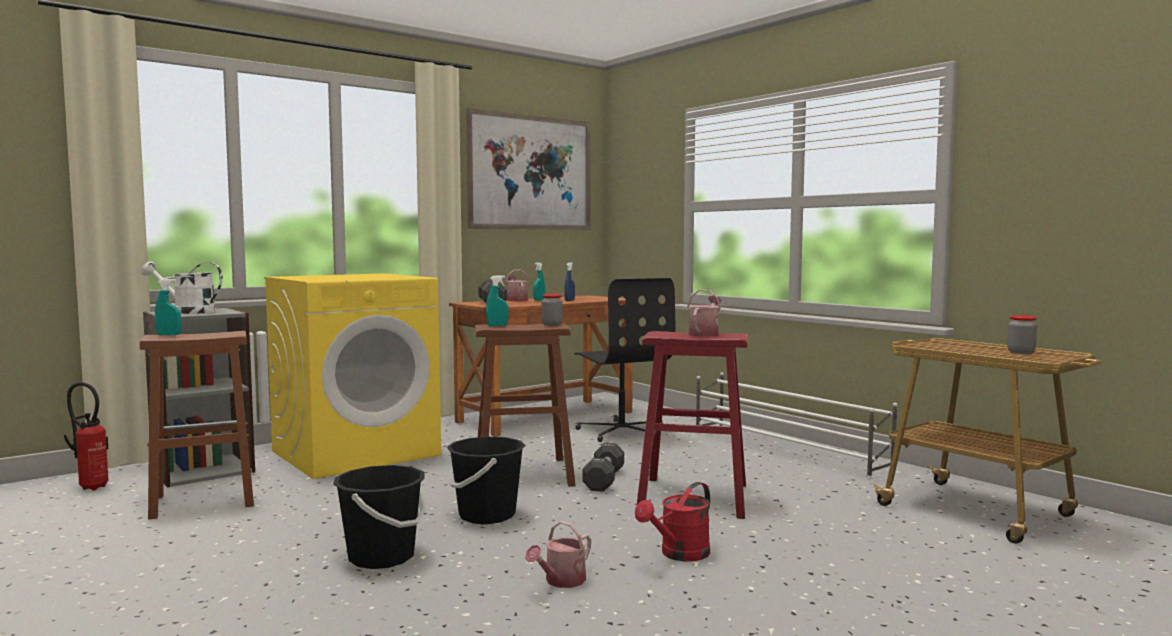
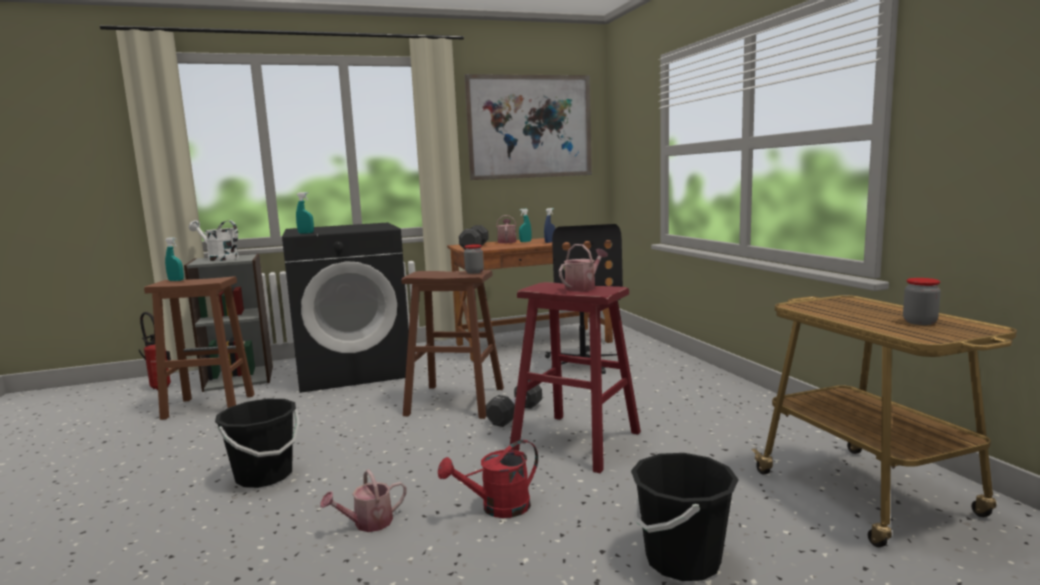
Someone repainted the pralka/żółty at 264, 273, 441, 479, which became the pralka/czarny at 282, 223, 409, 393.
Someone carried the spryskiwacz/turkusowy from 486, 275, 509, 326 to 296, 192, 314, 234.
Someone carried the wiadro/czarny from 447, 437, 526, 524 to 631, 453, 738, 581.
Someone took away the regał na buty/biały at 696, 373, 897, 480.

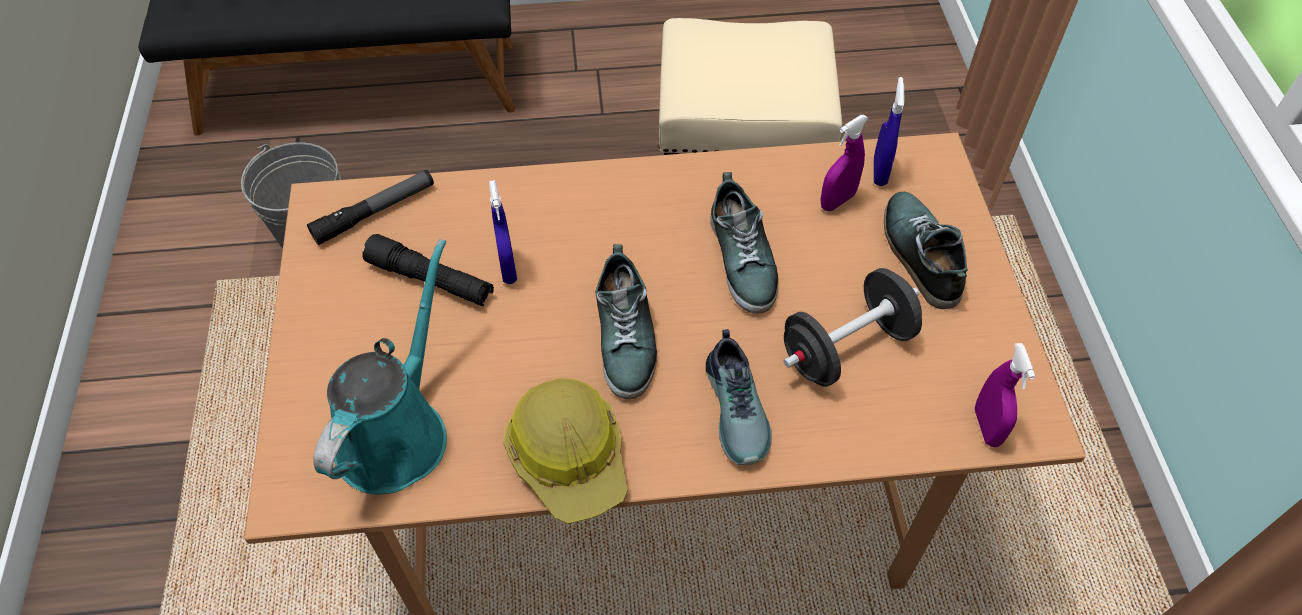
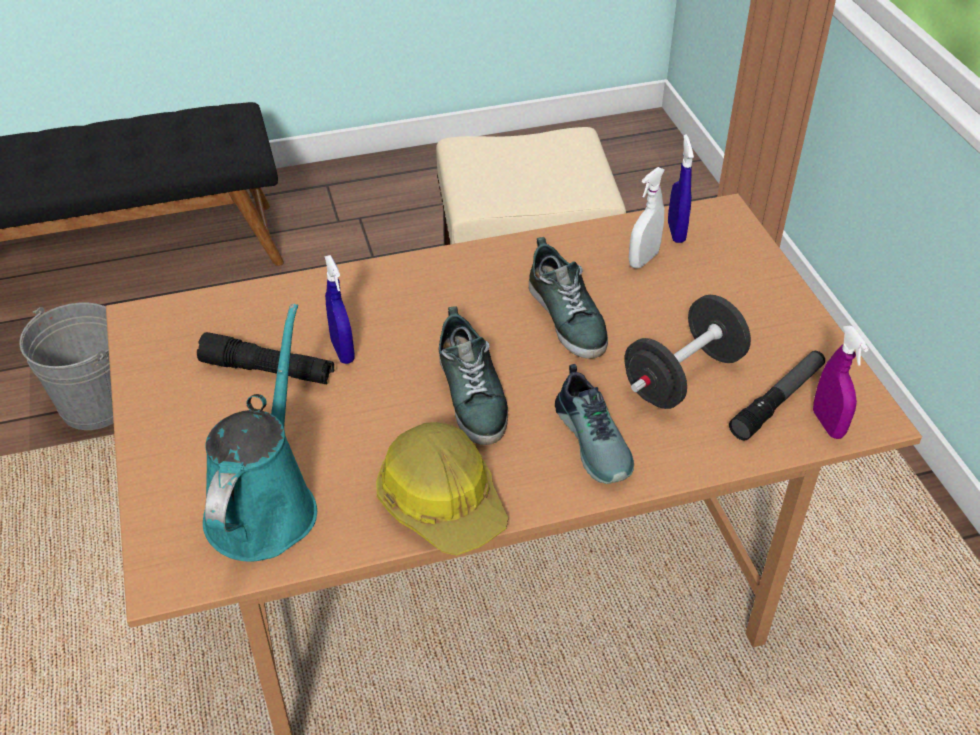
Someone repainted the spryskiwacz/fioletowy at 821, 115, 868, 211, which became the spryskiwacz/biały at 629, 167, 665, 269.
Someone carried the latarka from 307, 170, 434, 245 to 729, 351, 825, 440.
Someone took away the but at 884, 192, 968, 309.

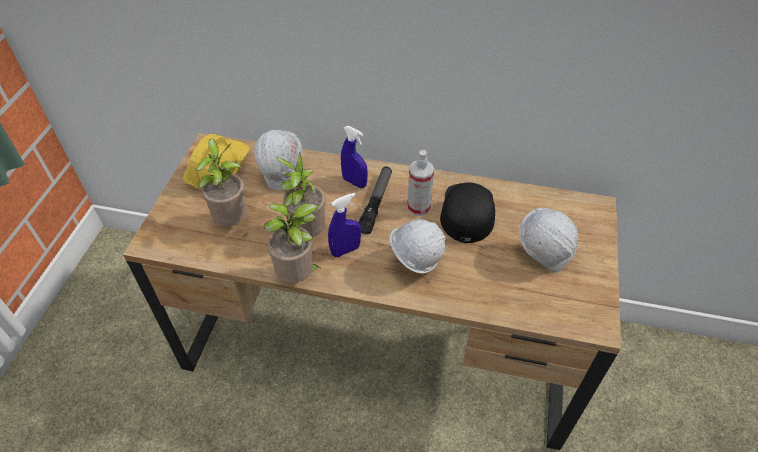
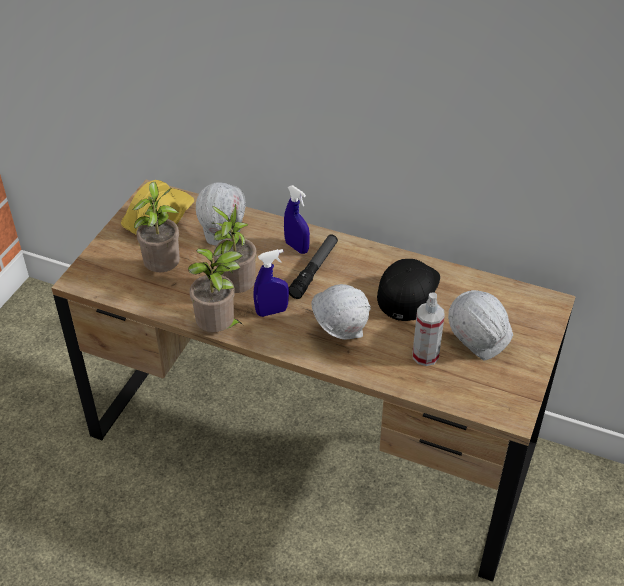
Someone carried the spryskiwacz from 407, 150, 434, 216 to 413, 292, 445, 366.

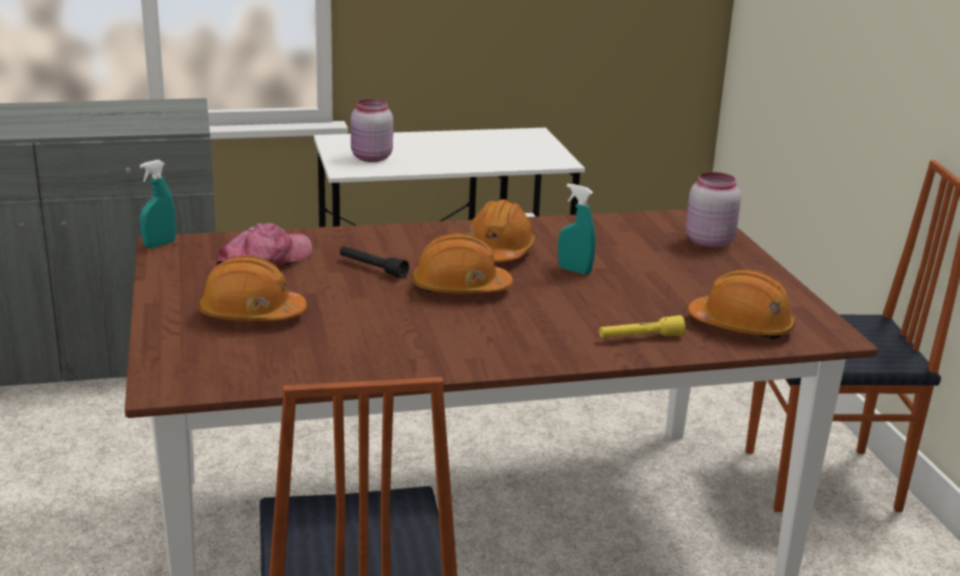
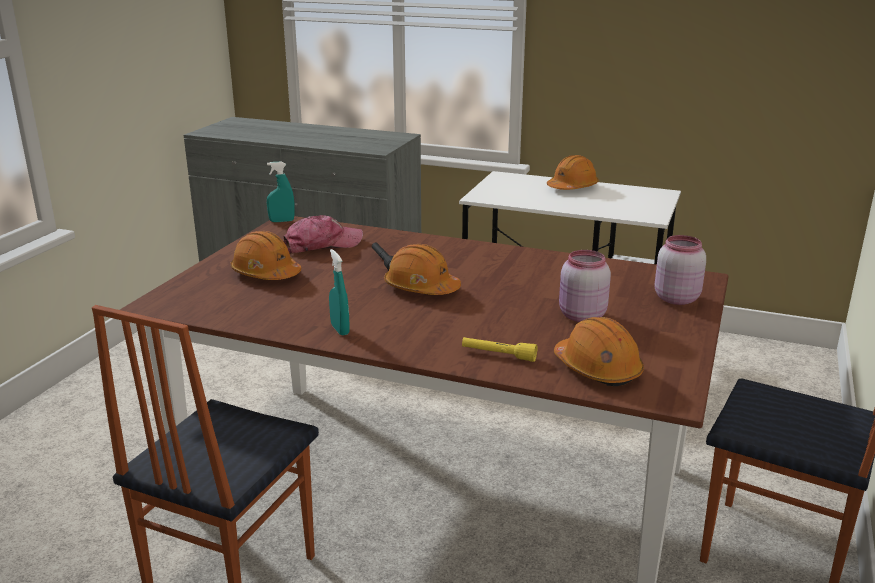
Someone carried the spryskiwacz/turkusowy from 558, 184, 596, 275 to 329, 249, 350, 336.
Someone carried the kask/pomarańczowy from 467, 199, 535, 262 to 547, 155, 599, 190.
Someone carried the słoik/różowy from 351, 99, 393, 162 to 559, 250, 611, 322.

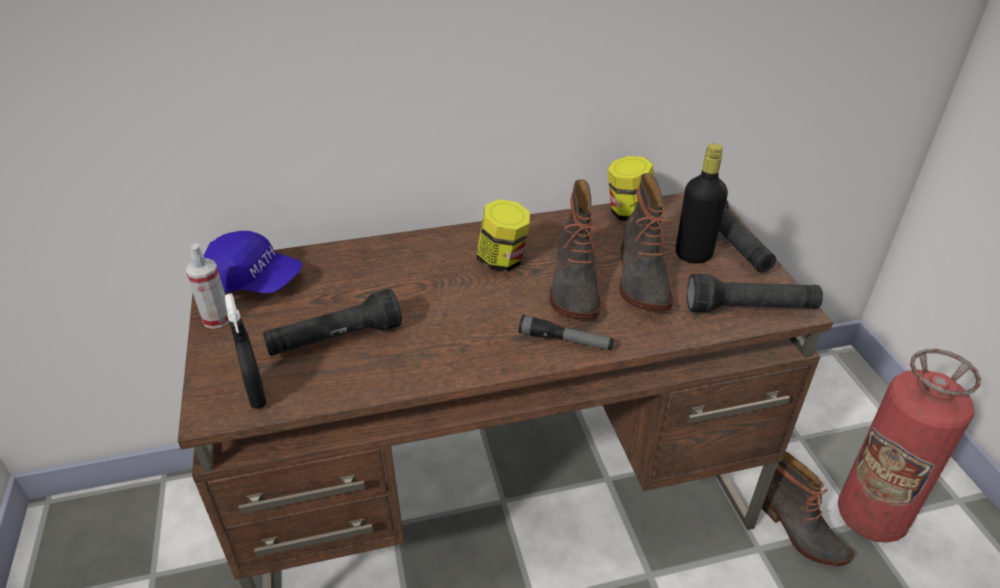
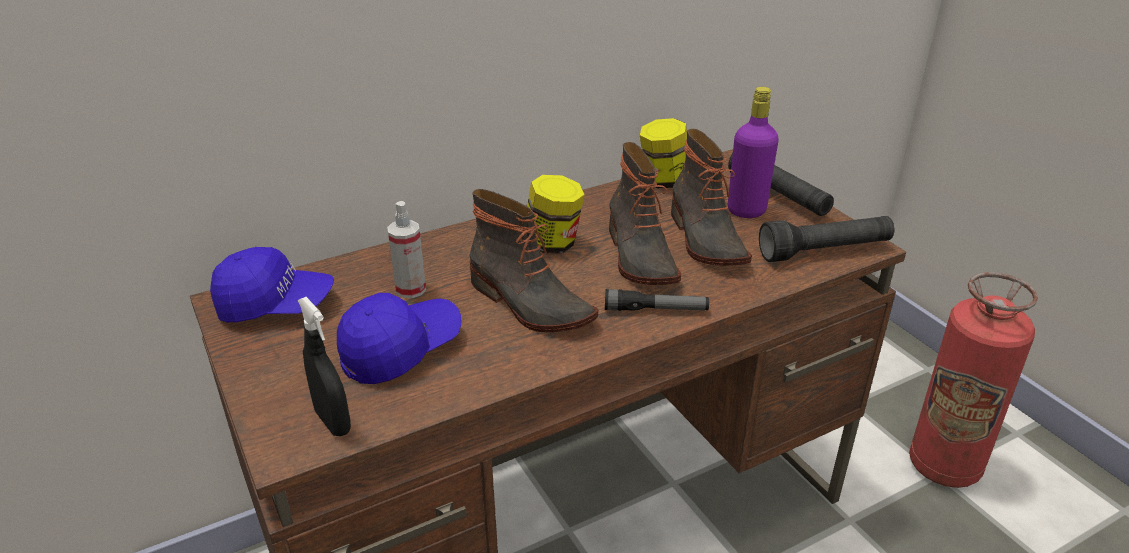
Someone swapped the latarka/czarny at 263, 288, 402, 356 for the czapka z daszkiem/niebieski at 337, 293, 461, 384.
Someone carried the spryskiwacz from 185, 244, 229, 329 to 387, 201, 426, 298.
Someone carried the but z cholewką from 762, 451, 855, 566 to 469, 189, 598, 333.
Someone repainted the butelka/czarny at 676, 144, 728, 263, which became the butelka/fioletowy at 728, 87, 779, 218.

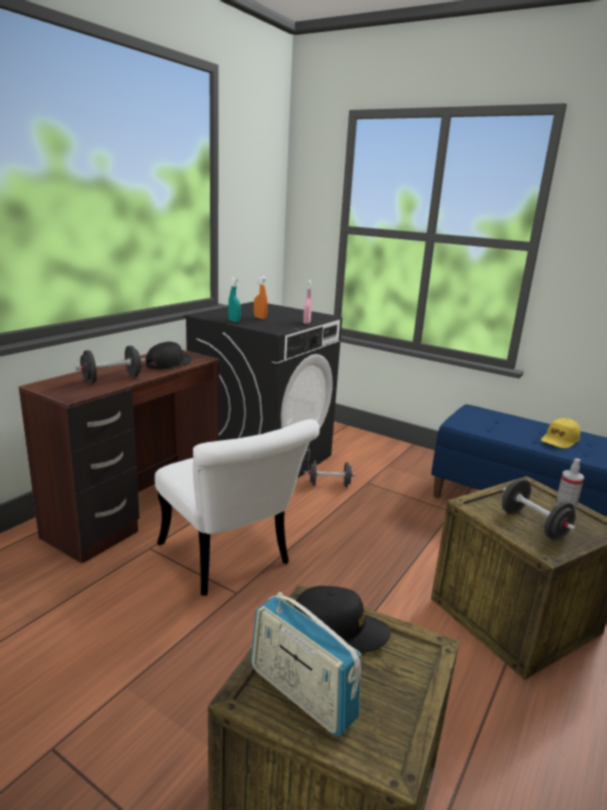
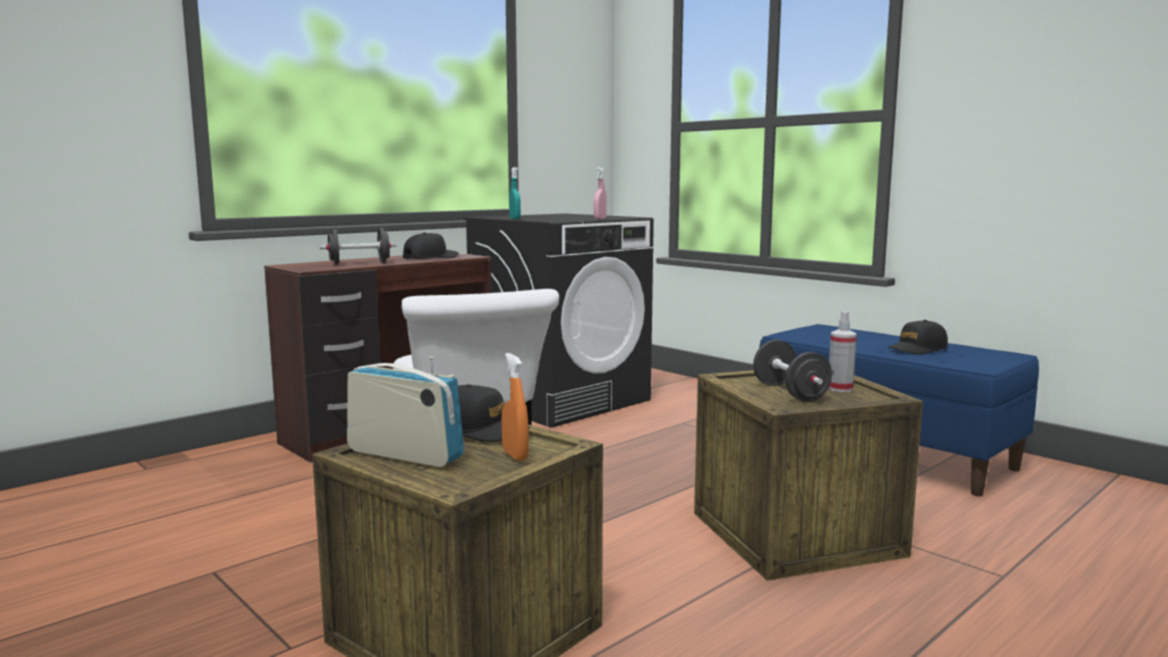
Someone rotated the radio at 251, 592, 361, 737 by 150 degrees clockwise.
Someone carried the spryskiwacz/pomarańczowy from 254, 275, 268, 320 to 502, 353, 529, 461.
Someone repainted the czapka z daszkiem/żółty at 541, 418, 580, 448, which became the czapka z daszkiem/czarny at 888, 320, 948, 355.
Someone took away the hantel/czarny at 304, 461, 357, 487.

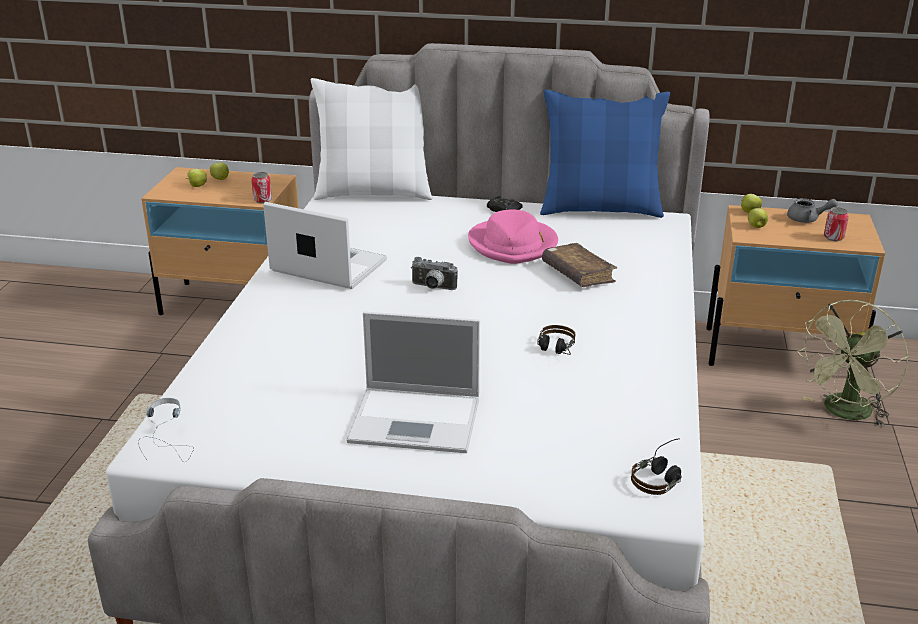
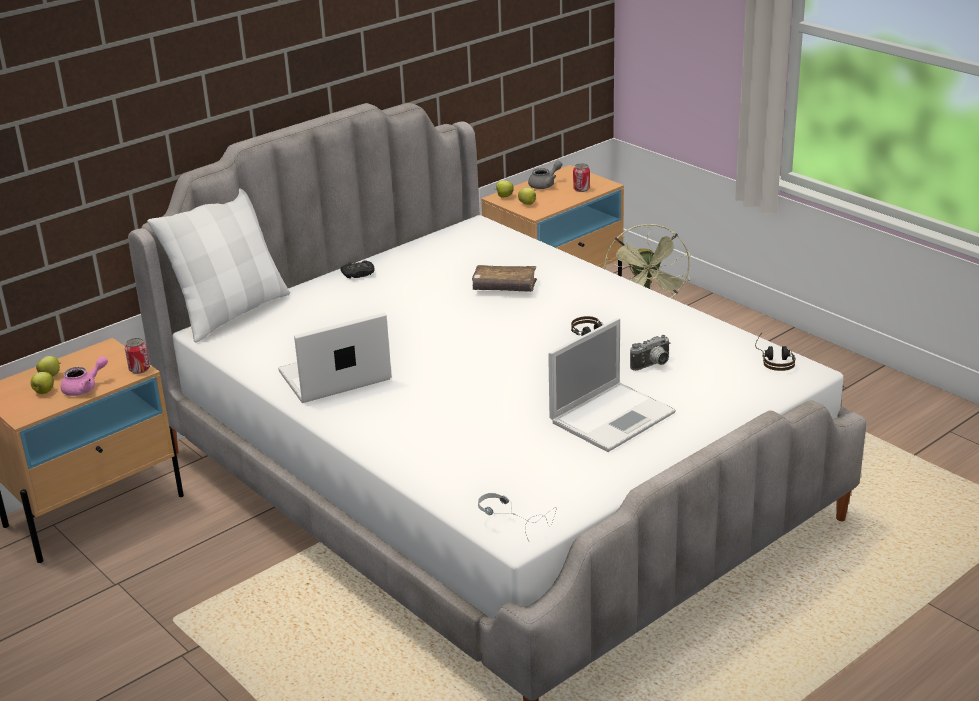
Someone put down the imbryk/różowy at 61, 356, 108, 396.
Someone carried the aparat fotograficzny from 411, 257, 458, 290 to 630, 335, 670, 371.
Someone took away the kapelusz/różowy at 468, 210, 558, 264.
Someone took away the poduszka/niebieski at 540, 90, 670, 218.

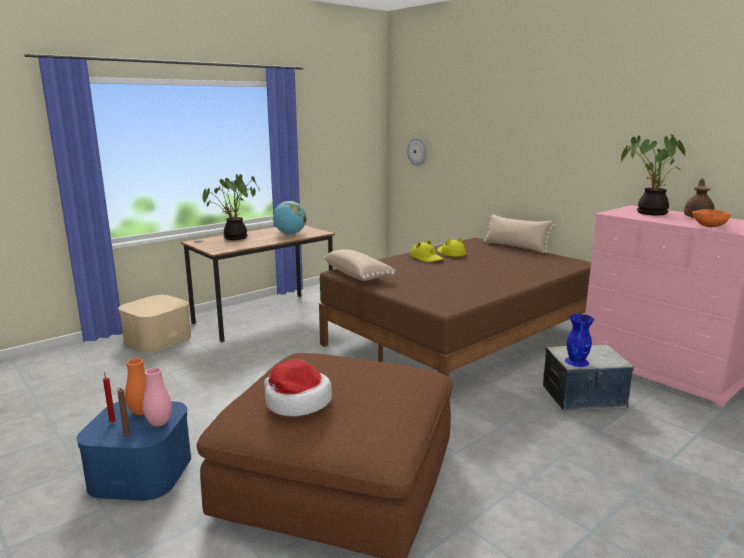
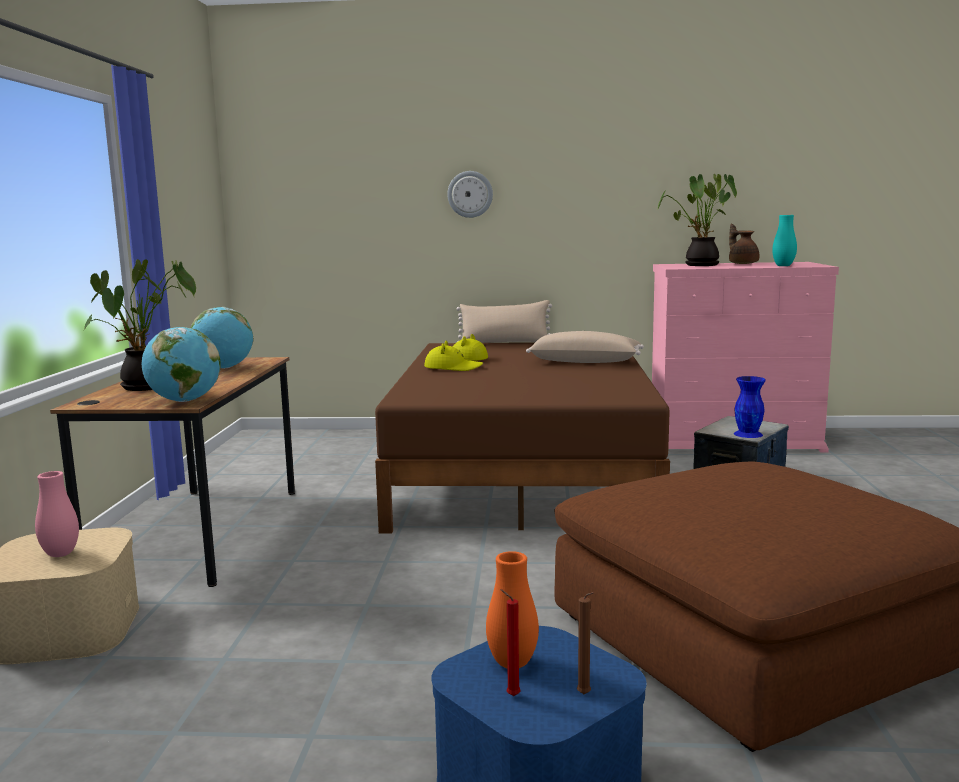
Someone carried the wazon/różowy from 143, 367, 172, 427 to 35, 471, 79, 557.
Someone put down the globus at 142, 327, 221, 402.
Someone carried the zegar ścienny from 407, 137, 427, 166 to 447, 171, 493, 218.
Someone carried the poduszka/beżowy from 323, 249, 396, 281 to 526, 331, 644, 363.
Someone swapped the miska/pomarańczowy at 692, 209, 731, 227 for the wazon/turkusowy at 772, 215, 797, 266.
Someone took away the kapelusz at 264, 359, 332, 416.

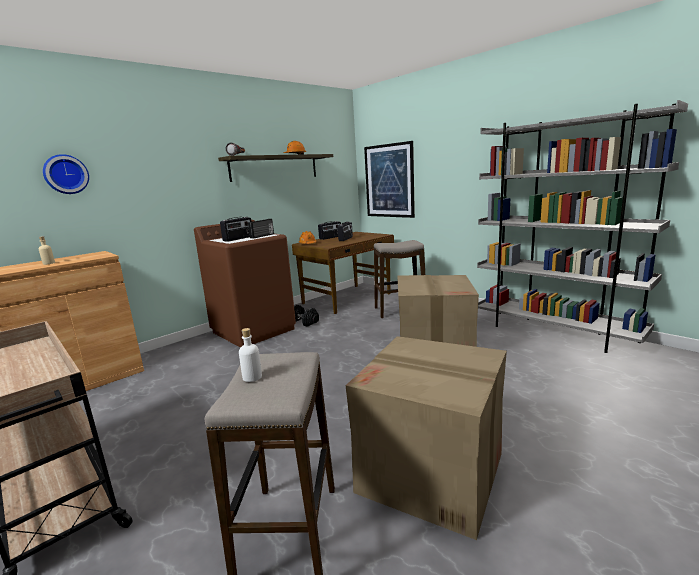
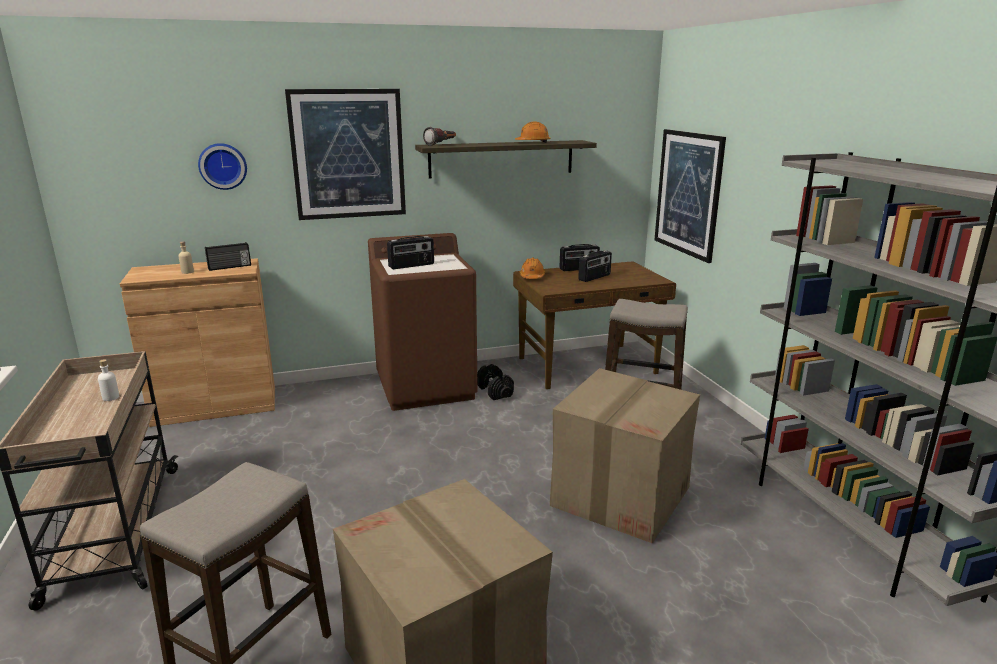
Someone carried the butelka/biały from 239, 328, 262, 382 to 98, 359, 119, 401.
Someone carried the radio from 248, 219, 274, 239 to 205, 242, 251, 271.
Someone put up the obraz at 285, 89, 406, 220.

